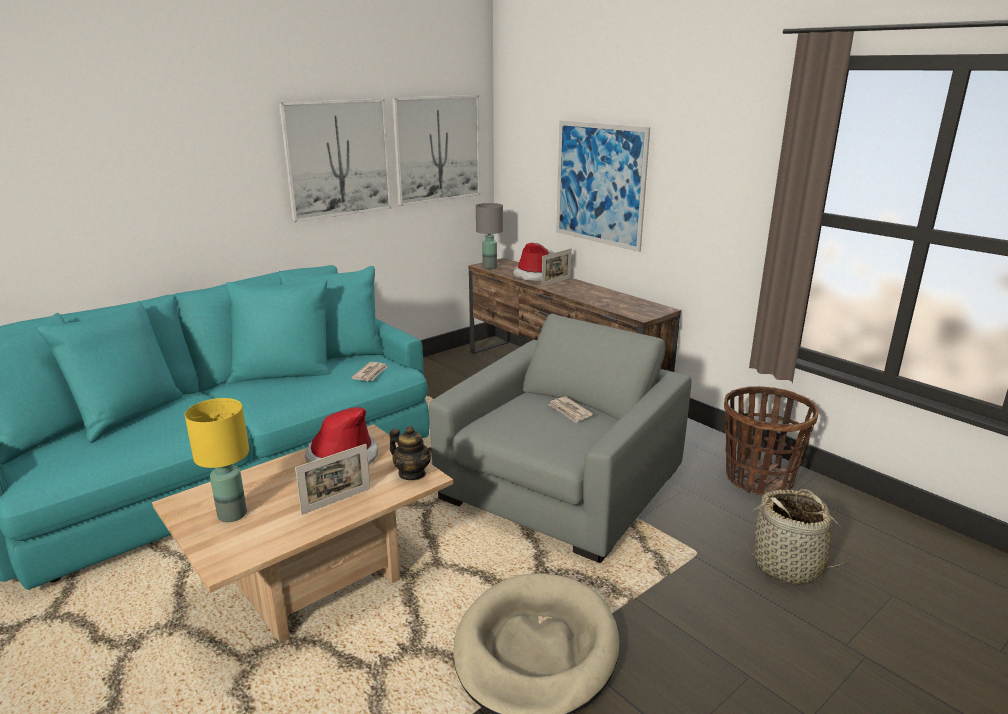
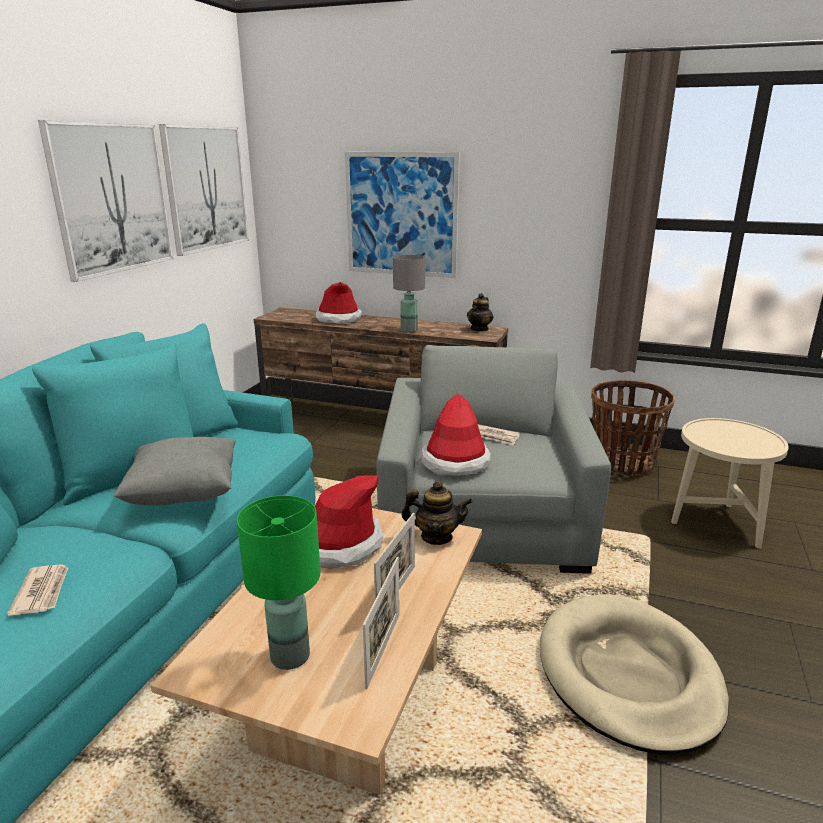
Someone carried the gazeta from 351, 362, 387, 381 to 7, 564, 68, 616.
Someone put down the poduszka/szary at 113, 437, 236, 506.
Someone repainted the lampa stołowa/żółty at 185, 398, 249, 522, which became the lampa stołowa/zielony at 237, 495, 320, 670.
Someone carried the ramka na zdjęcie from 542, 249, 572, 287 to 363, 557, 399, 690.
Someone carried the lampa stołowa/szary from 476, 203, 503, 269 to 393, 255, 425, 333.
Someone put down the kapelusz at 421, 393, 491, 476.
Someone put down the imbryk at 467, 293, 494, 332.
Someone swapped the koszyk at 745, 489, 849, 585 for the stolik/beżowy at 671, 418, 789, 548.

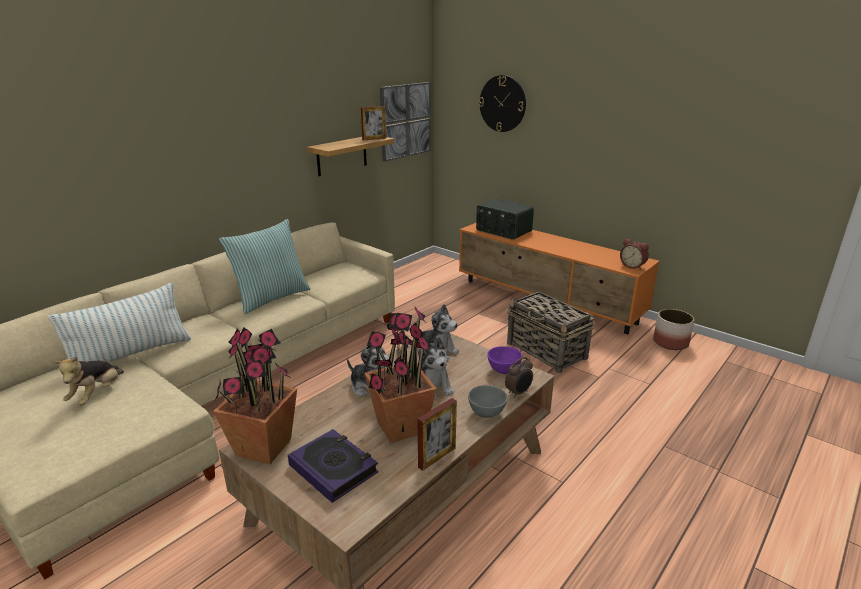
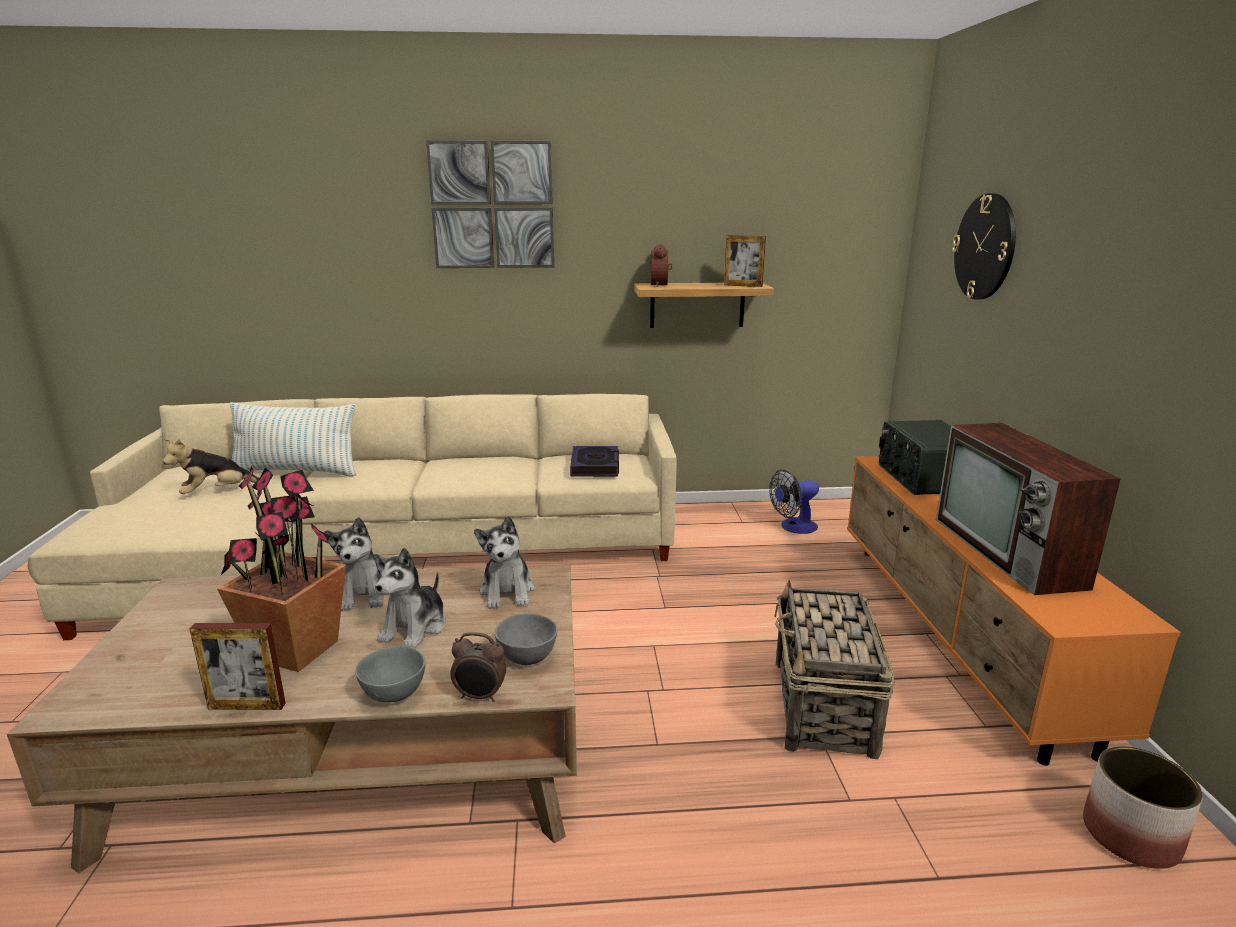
Someone carried the obraz from 380, 82, 431, 162 to 426, 140, 554, 268.
Someone repainted the miska/fioletowy at 487, 346, 523, 374, which became the miska/szary at 495, 613, 557, 665.
Someone carried the książka from 288, 429, 378, 503 to 570, 446, 619, 477.
Someone carried the budzik from 620, 238, 649, 270 to 651, 245, 672, 287.
Someone put down the wentylator at 769, 469, 819, 534.
Someone put down the telewizor at 936, 423, 1120, 595.
Someone took away the roślina doniczkowa at 213, 328, 297, 464.
Someone took away the poduszka at 219, 219, 311, 314.

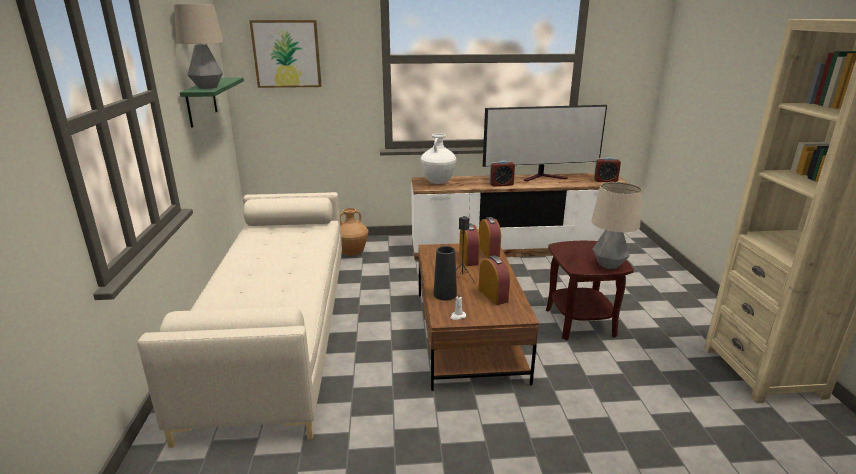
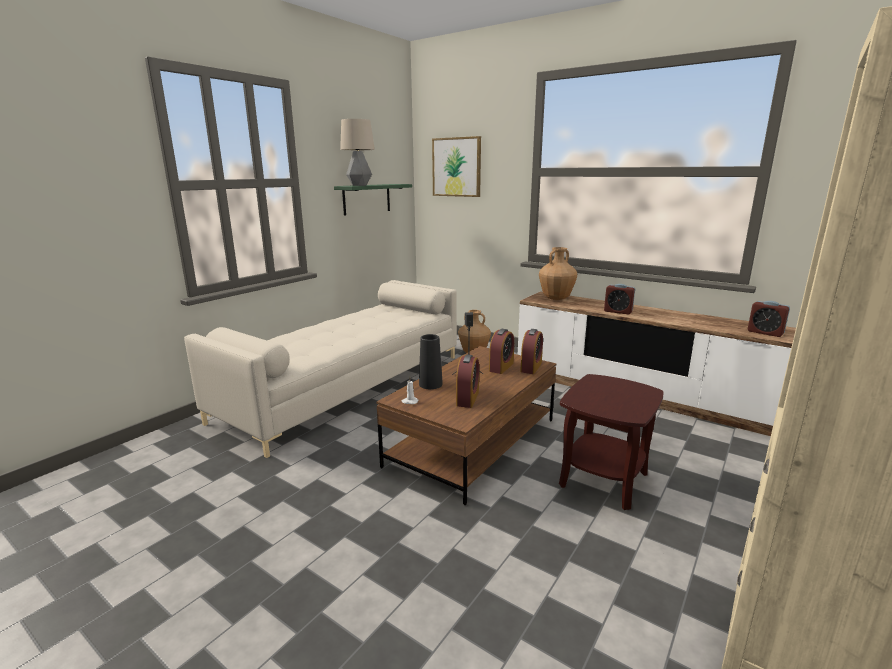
Someone repainted the wazon/biały at 421, 133, 457, 184, which became the wazon/brązowy at 539, 247, 577, 300.
Someone took away the telewizor at 483, 105, 607, 182.
Someone took away the lampa stołowa at 591, 182, 642, 269.

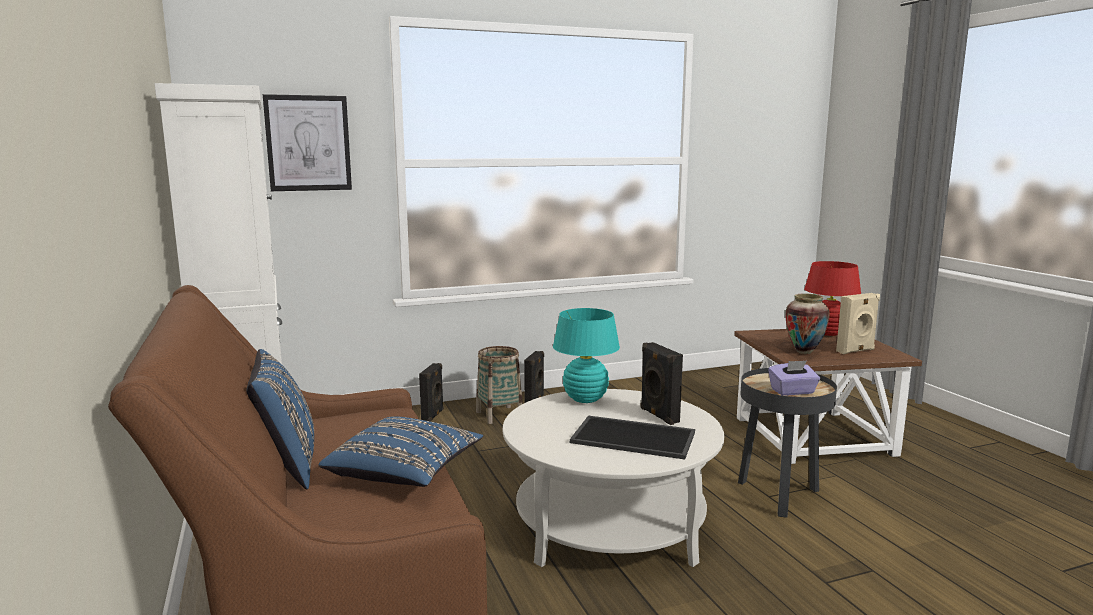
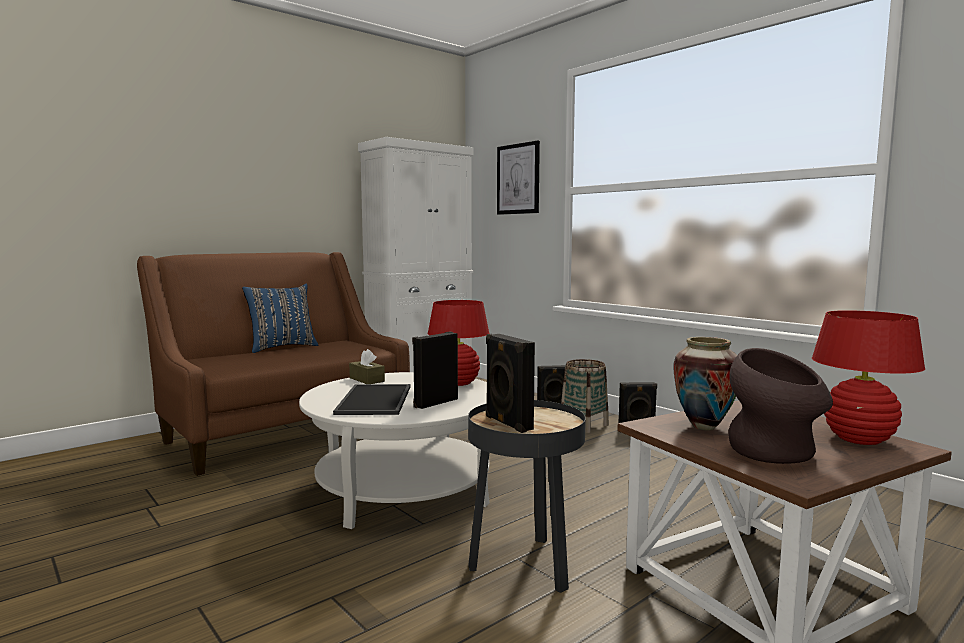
Someone put down the pudełko chusteczek/brązowy at 349, 349, 385, 384.
Someone repainted the lampa stołowa/turkusowy at 553, 308, 620, 403, which became the lampa stołowa/czerwony at 428, 300, 489, 386.
Someone swapped the pudełko chusteczek/fioletowy at 768, 360, 820, 396 for the głośnik/czarny at 486, 334, 535, 433.
Someone swapped the głośnik/beżowy at 836, 293, 880, 354 for the wazon/brązowy at 728, 348, 833, 464.
Someone took away the poduszka/niebieski at 318, 416, 483, 487.

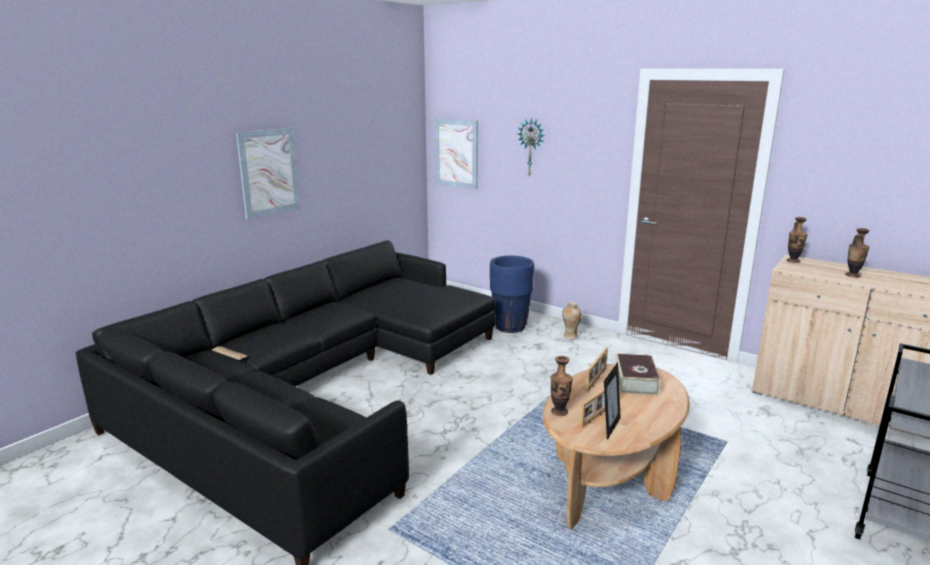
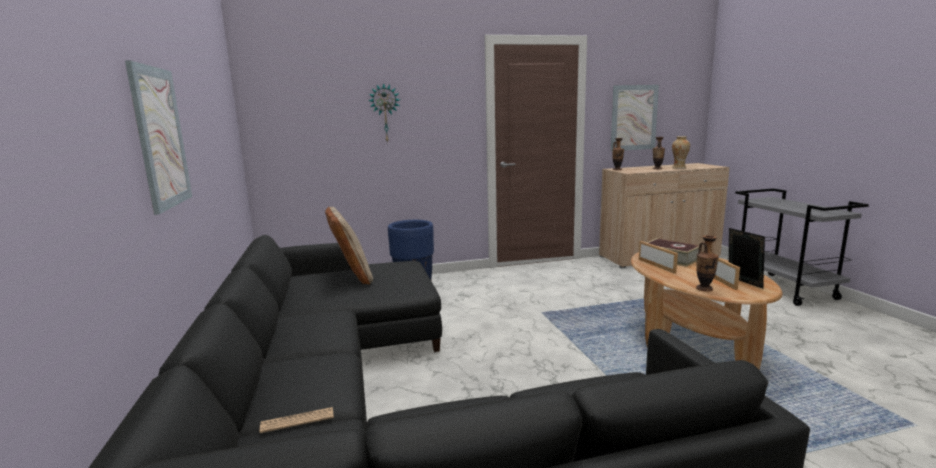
Someone put down the poduszka/beżowy at 325, 207, 373, 284.
Someone carried the obraz from 435, 118, 478, 189 to 611, 85, 659, 151.
Someone carried the wazon from 562, 302, 582, 340 to 672, 136, 690, 169.

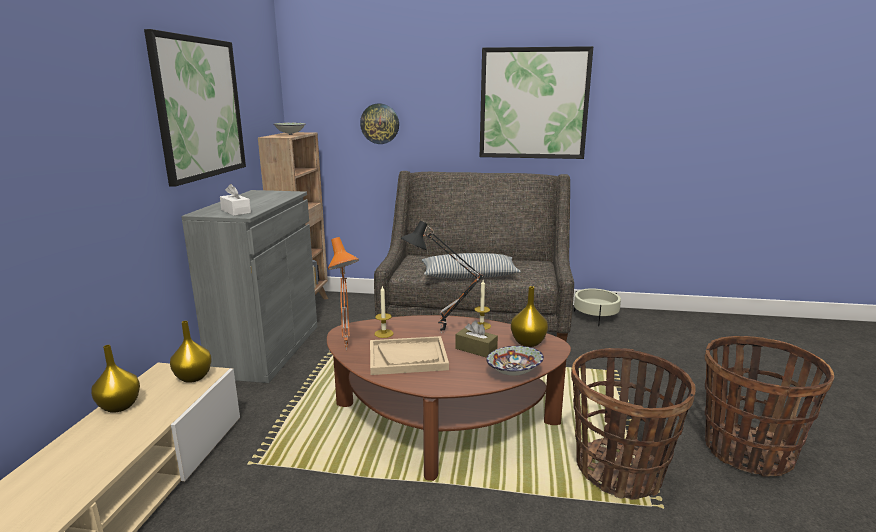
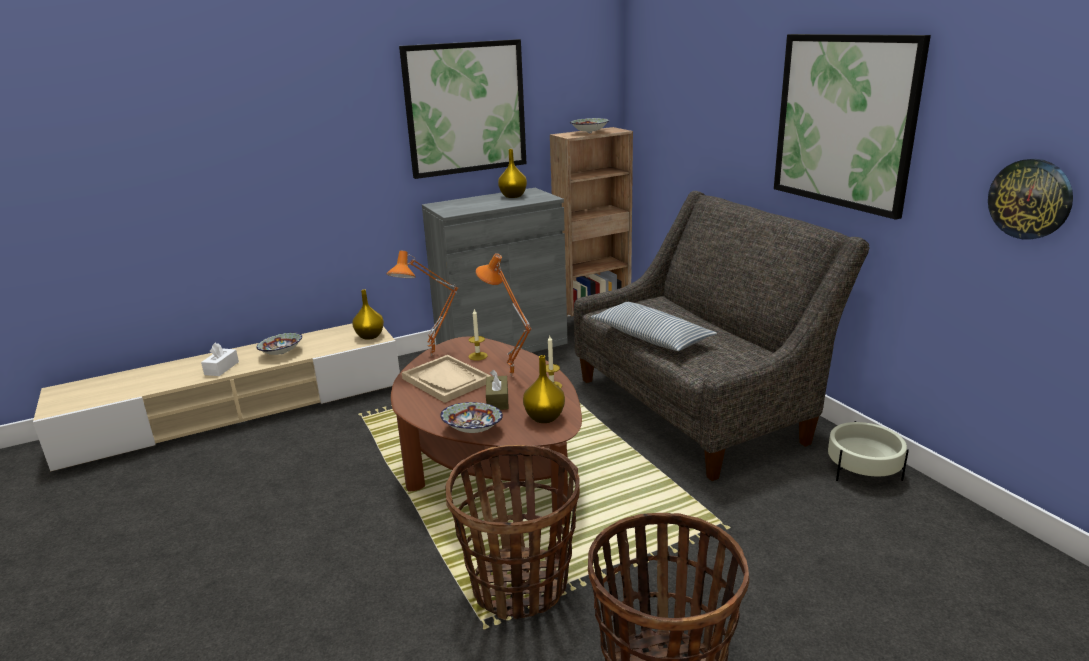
Someone carried the pudełko chusteczek/biały from 220, 184, 251, 216 to 201, 343, 239, 376.
Someone put down the miska at 256, 332, 302, 355.
Someone repainted the lampa stołowa/czarny at 401, 220, 483, 333, which became the lampa stołowa/pomarańczowy at 475, 253, 532, 377.
Someone carried the wazon/żółty from 91, 345, 140, 413 to 498, 149, 527, 198.
Someone carried the zegar ścienny from 360, 103, 399, 144 to 988, 159, 1073, 240.

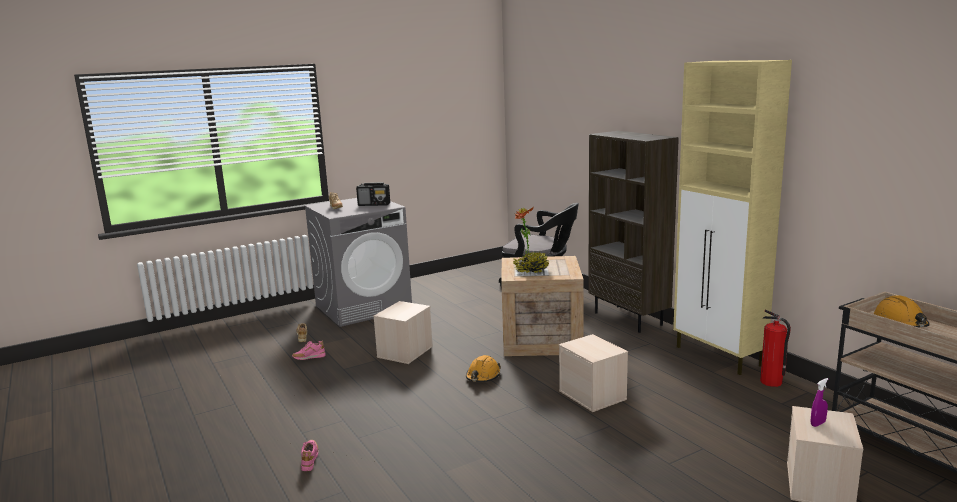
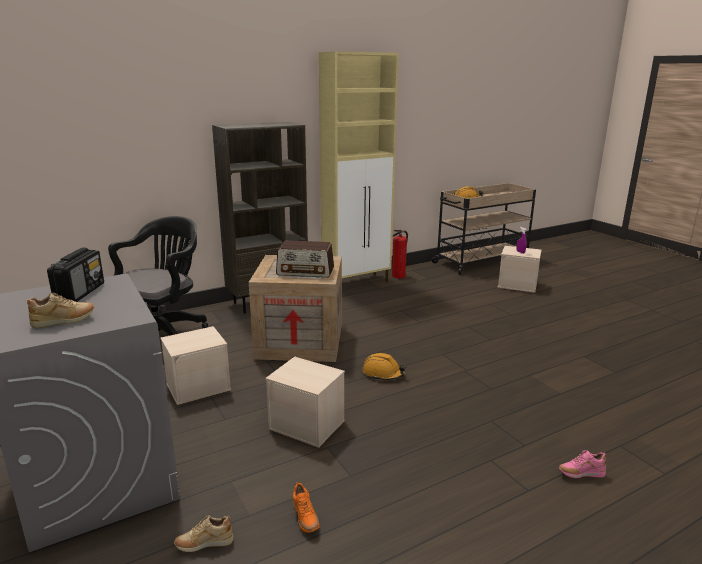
Someone carried the pojemnik do przechowywania/beżowy from 559, 334, 628, 412 to 160, 326, 231, 405.
Someone swapped the roślina doniczkowa at 513, 207, 549, 273 for the radio at 276, 240, 334, 278.
Someone repainted the but/różowy at 292, 341, 325, 360, which became the but/pomarańczowy at 293, 482, 320, 533.

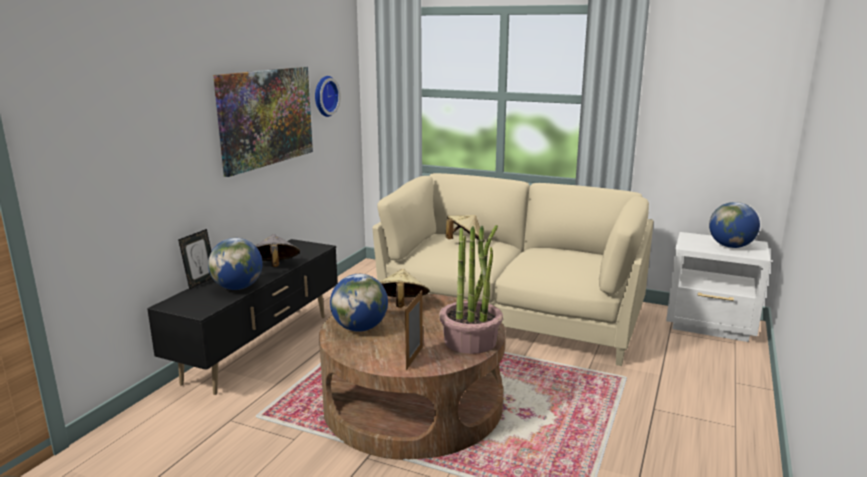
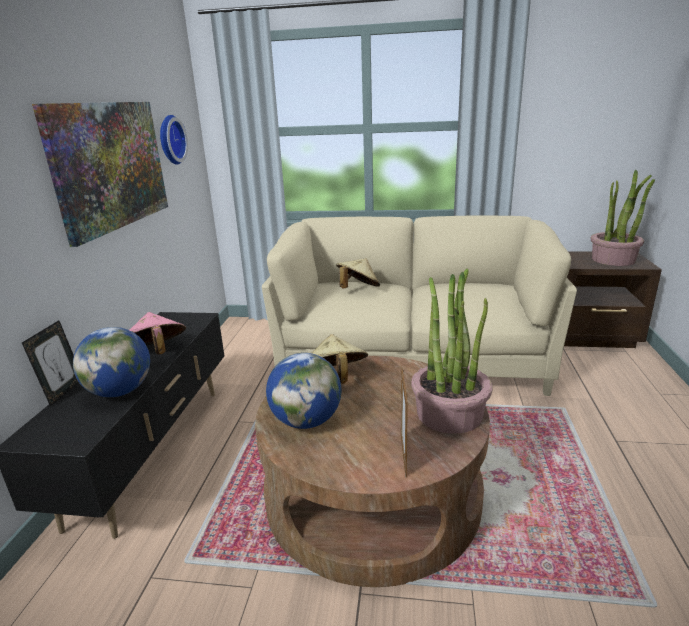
Someone repainted the kapelusz/szary at 255, 234, 300, 267, which became the kapelusz/różowy at 130, 312, 186, 354.
Someone repainted the szafka nocna/biały at 666, 232, 770, 342, which became the szafka nocna/brązowy at 564, 252, 662, 348.
Someone swapped the globus at 709, 202, 760, 248 for the roślina doniczkowa at 591, 170, 655, 266.

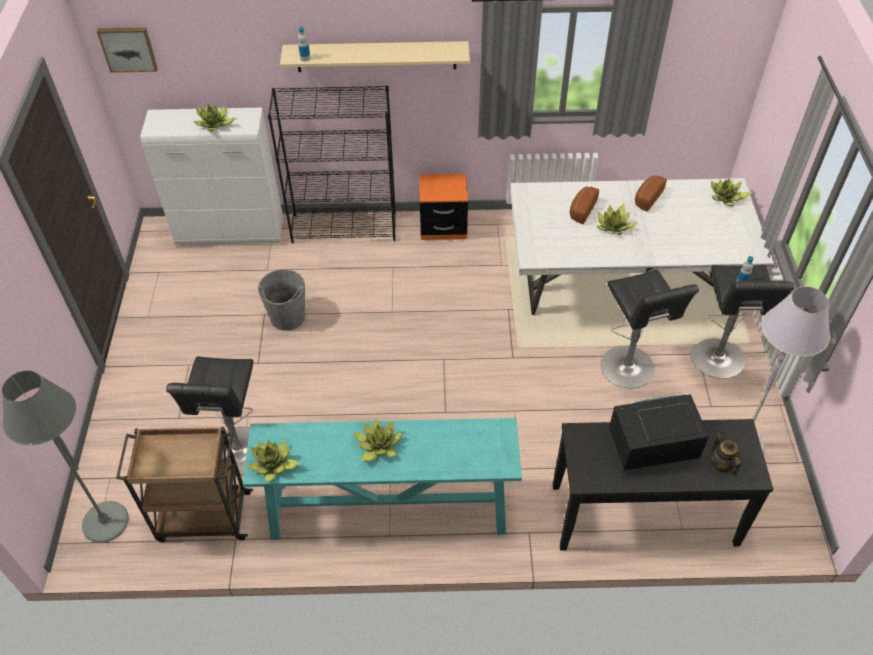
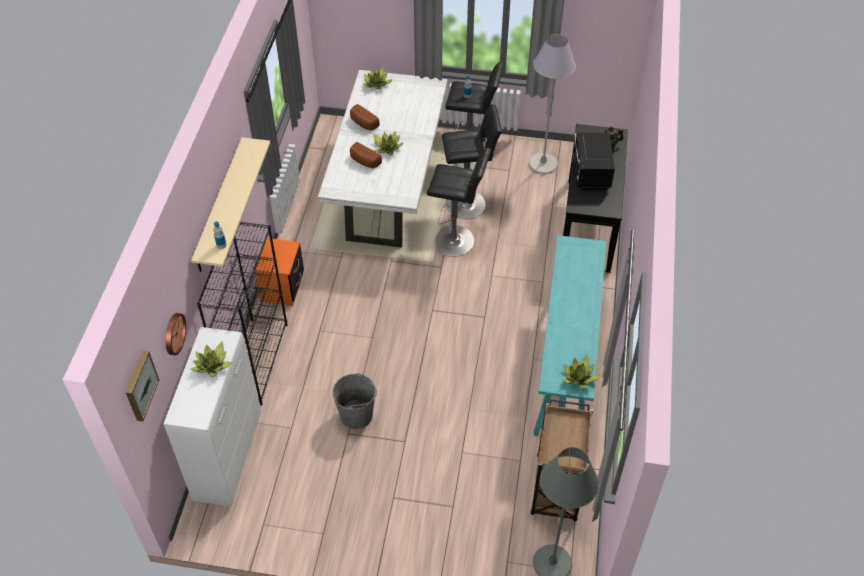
Someone put up the zegar ścienny at 166, 313, 186, 356.
Someone carried the stołek/czarny from 166, 356, 254, 475 to 427, 148, 491, 257.
Someone took away the roślina doniczkowa at 352, 419, 403, 462.

